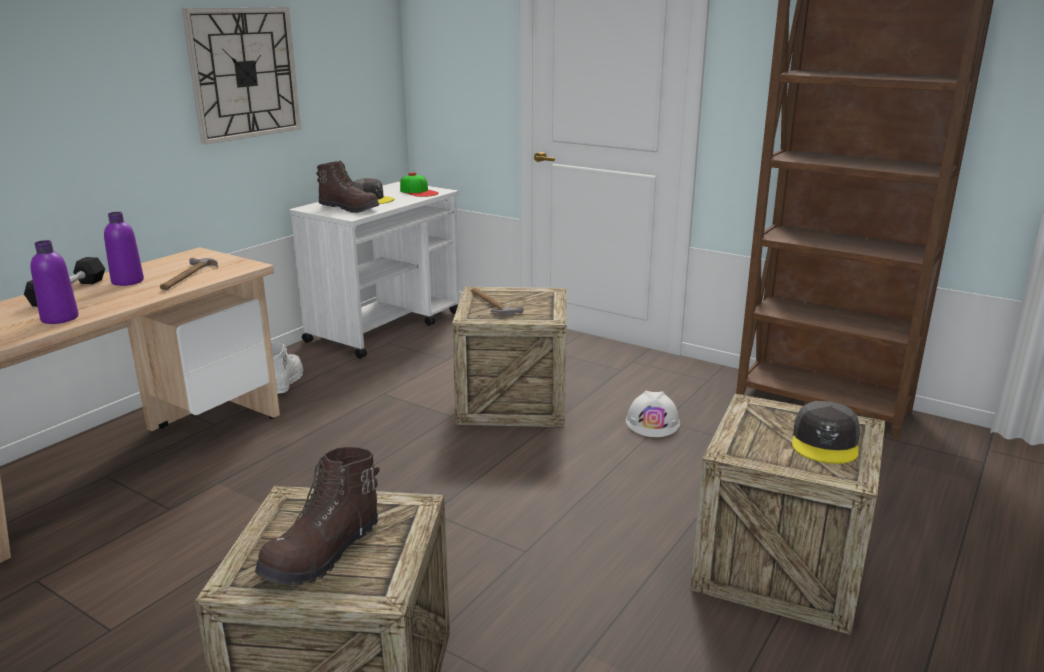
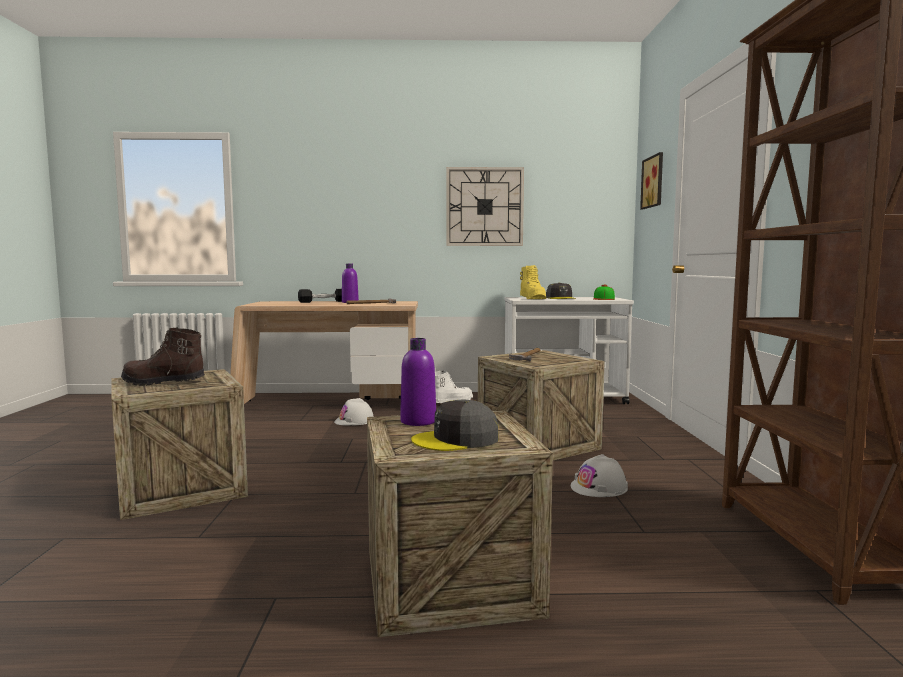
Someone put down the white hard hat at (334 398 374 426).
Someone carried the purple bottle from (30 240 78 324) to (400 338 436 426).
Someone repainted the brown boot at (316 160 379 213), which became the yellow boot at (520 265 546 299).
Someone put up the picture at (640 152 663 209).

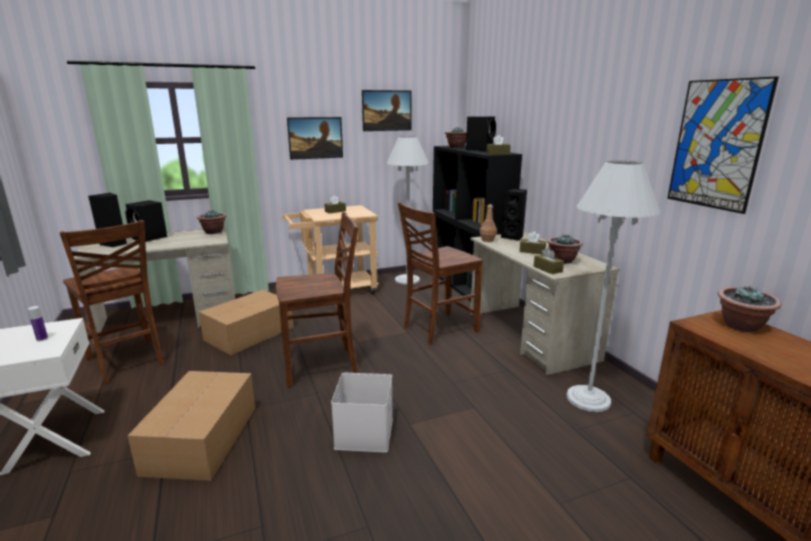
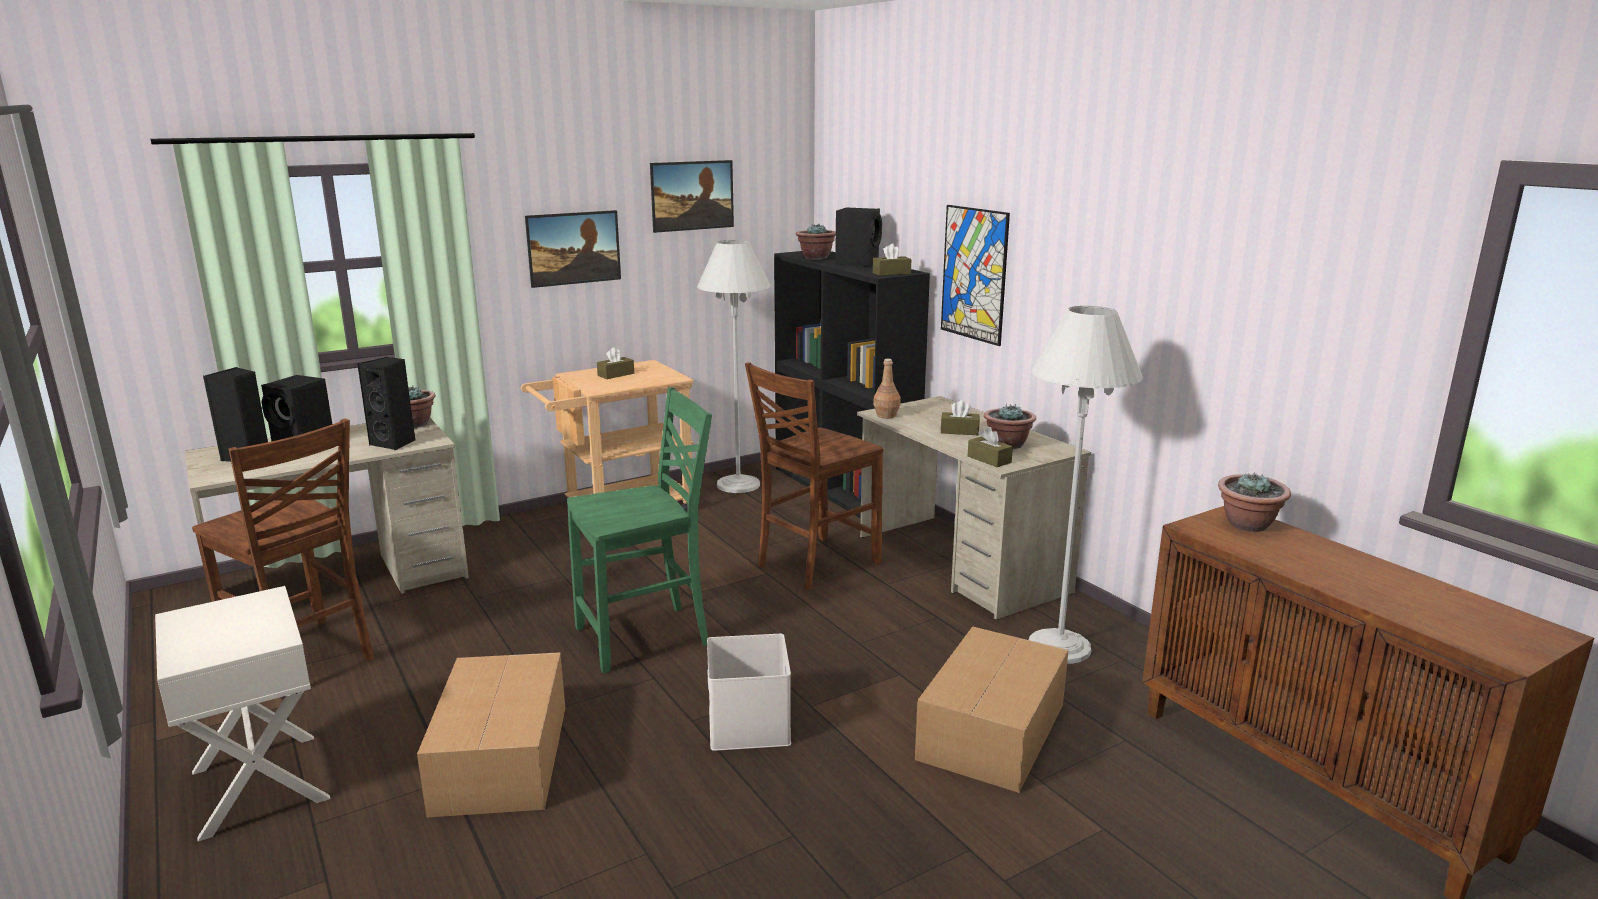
Someone carried the black speaker from (501 189 527 241) to (357 357 416 450).
Someone repainted the brown chair at (276 212 358 387), which became the green chair at (567 387 712 674).
Someone carried the cardboard box from (199 290 294 355) to (915 626 1069 793).
Someone carried the picture from (667 76 779 214) to (941 205 1010 346).
Someone took away the bottle at (28 306 48 341).

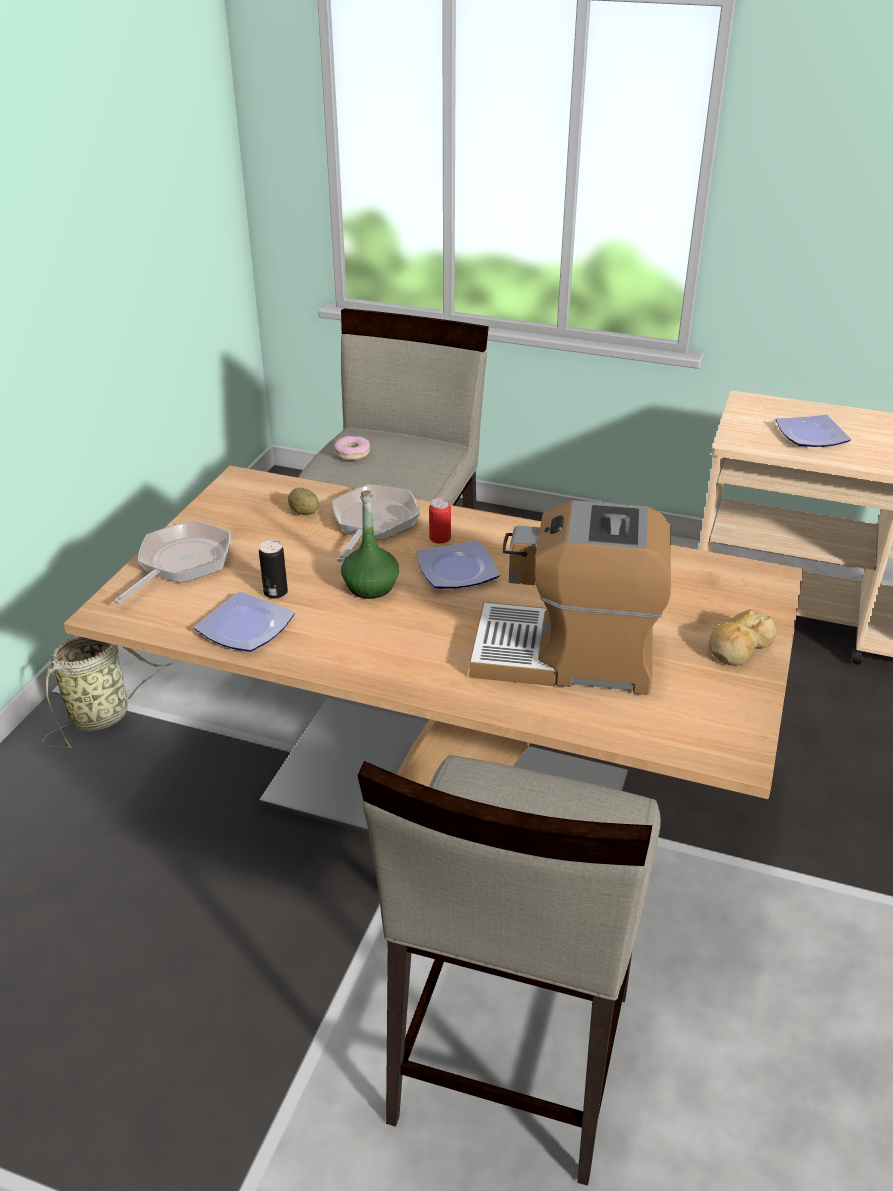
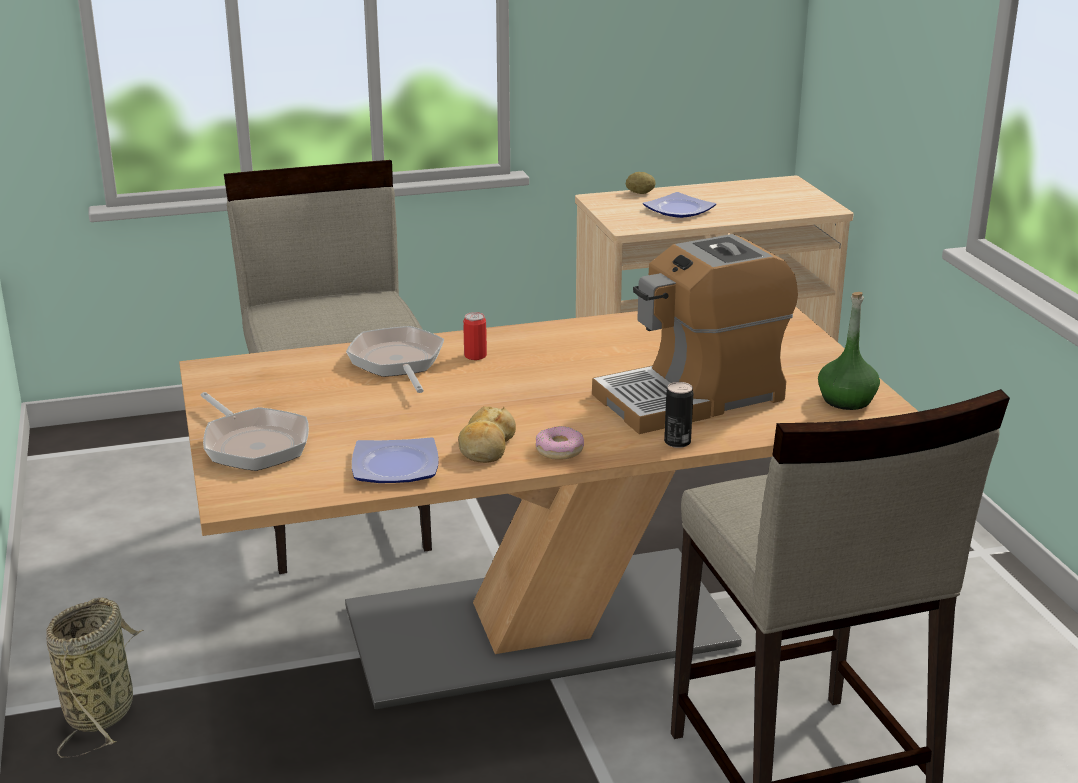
Someone rotated the frying pan at (114 521 231 604) by 150 degrees clockwise.
Someone carried the bread from (708 609 776 666) to (458 406 516 463).
Someone carried the donut from (334 436 370 460) to (535 426 584 460).
Someone carried the potato from (288 488 319 515) to (626 172 656 194).
Someone carried the can from (259 540 288 599) to (664 382 693 448).
Someone carried the green bottle from (341 490 399 599) to (818 292 880 410).
Someone took away the plate at (417 540 500 589).

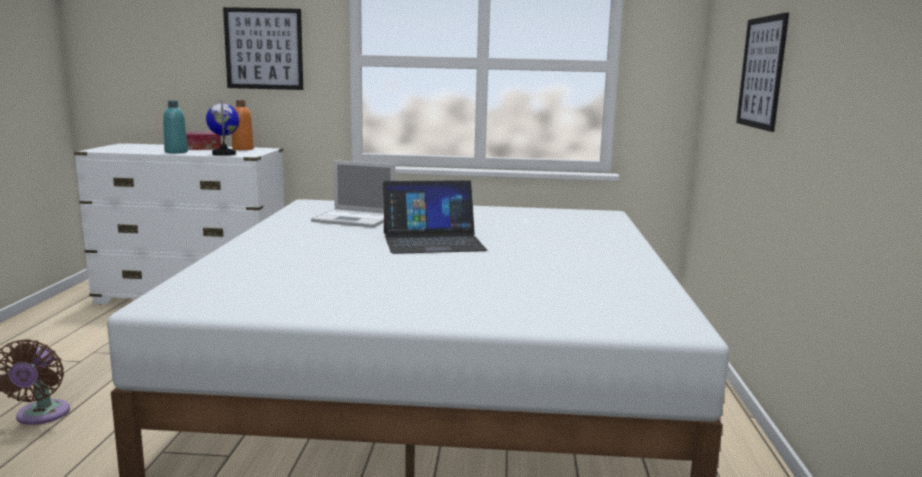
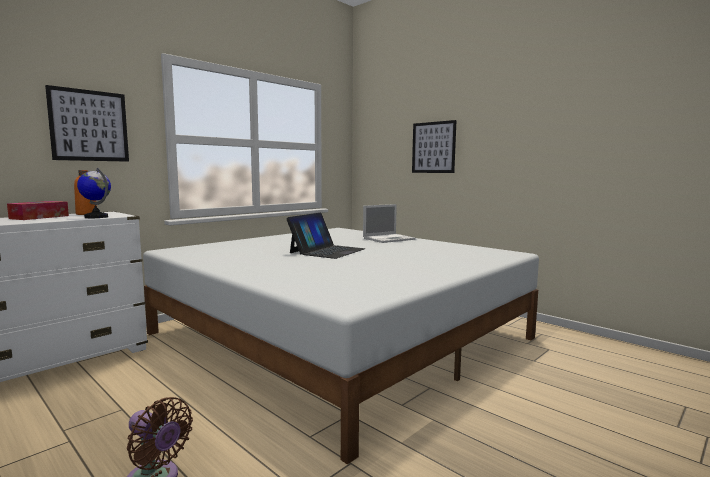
Someone carried the laptop from (311 160 395 228) to (363 204 416 243).
Someone took away the turquoise bottle at (163 101 188 153).

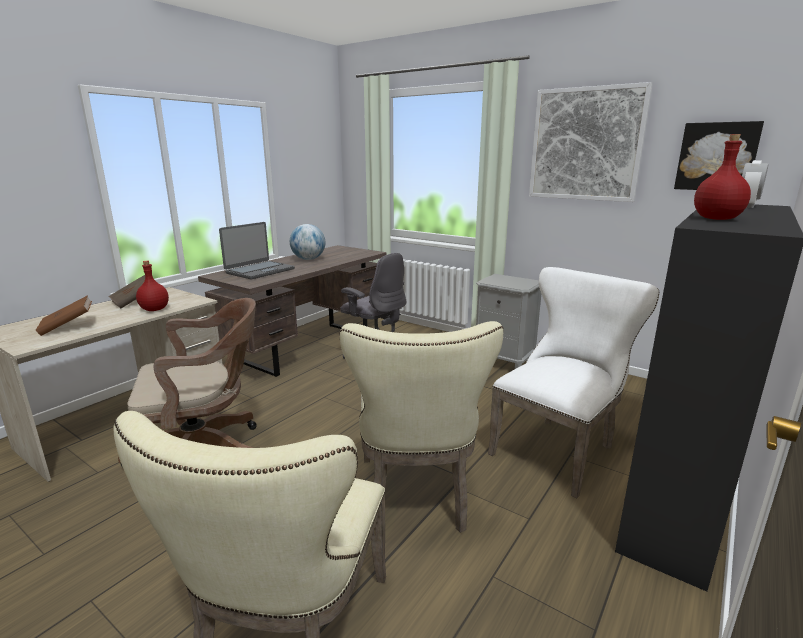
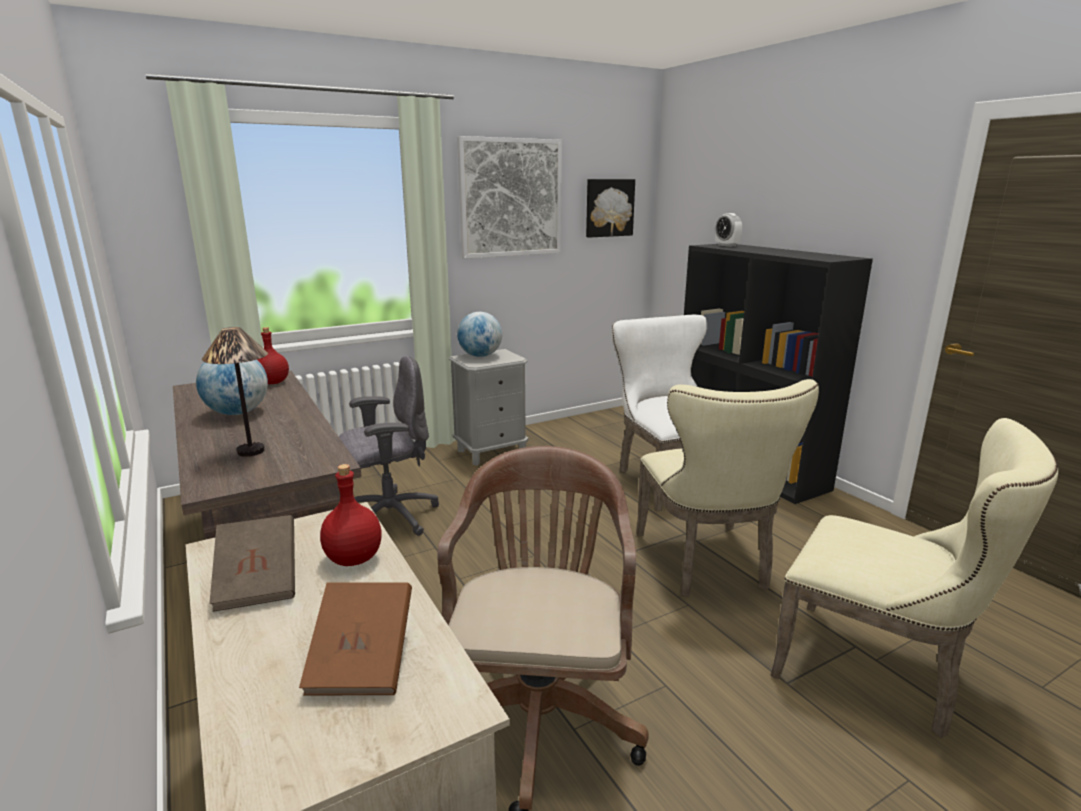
Someone swapped the laptop at (219 222 295 279) for the table lamp at (202 327 268 457).
Someone carried the red bottle from (694 134 751 220) to (257 327 289 384).
Someone put down the globe at (457 312 502 357).
Someone rotated the beige chair at (339 321 504 533) by 60 degrees clockwise.

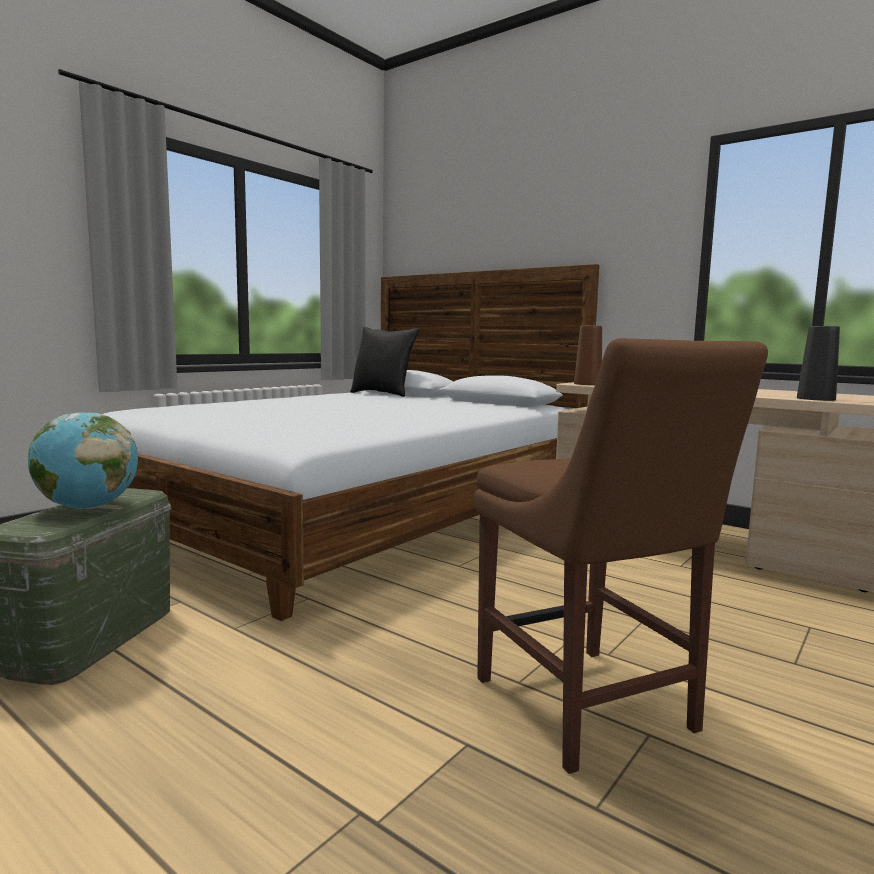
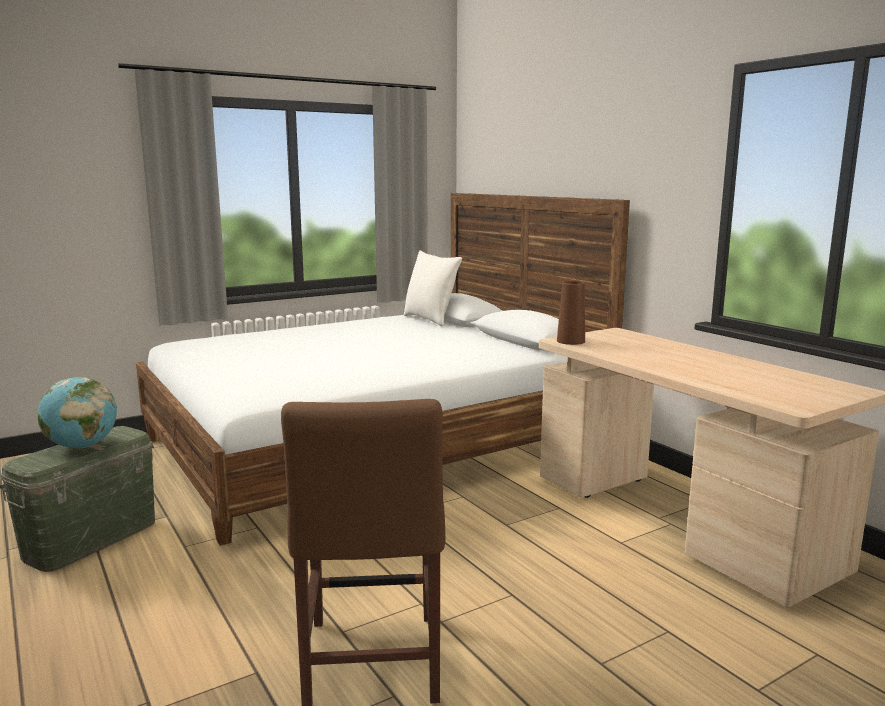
Someone repainted the black pillow at (350 327 420 397), which became the white pillow at (404 250 462 327).
Someone took away the black vase at (797 326 840 401).

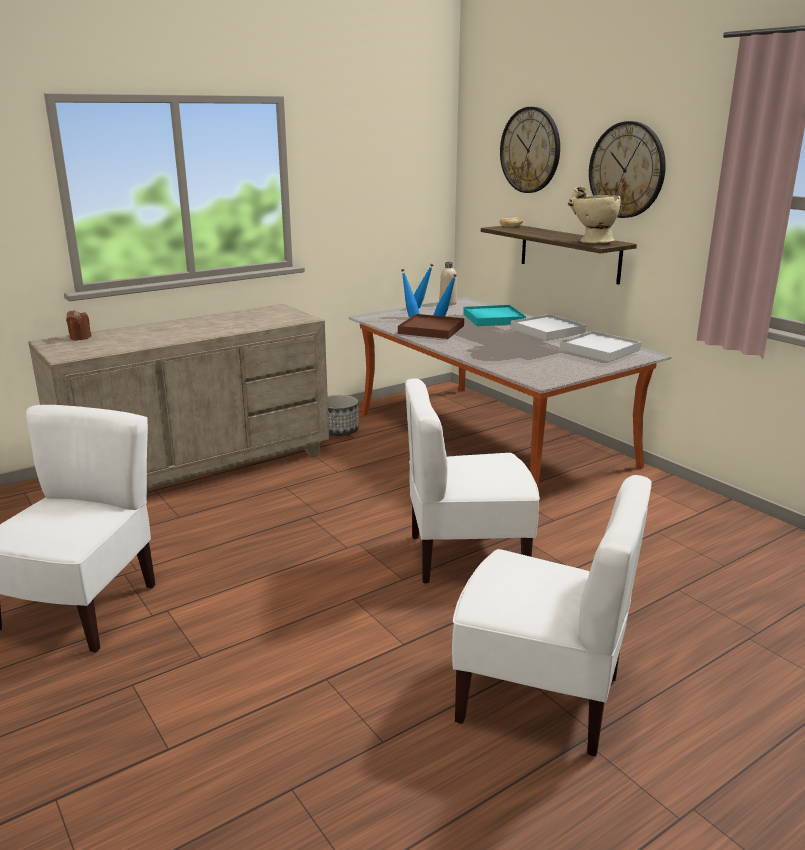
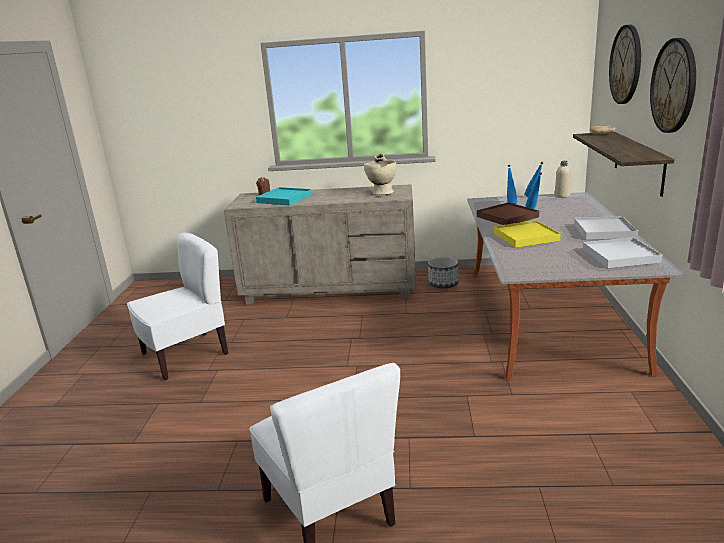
Someone carried the turquoise tray from (463 305 526 326) to (256 187 312 206).
Someone carried the beige vase from (568 186 621 243) to (364 154 396 195).
Someone put down the yellow tray at (494 220 561 248).
Someone took away the white chair at (405 378 540 584).

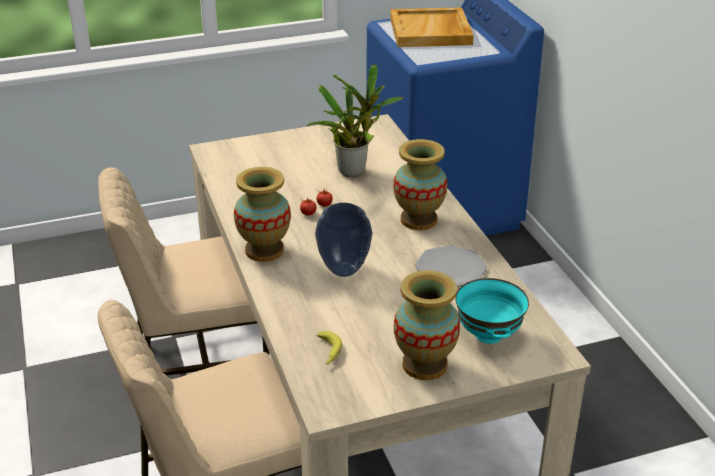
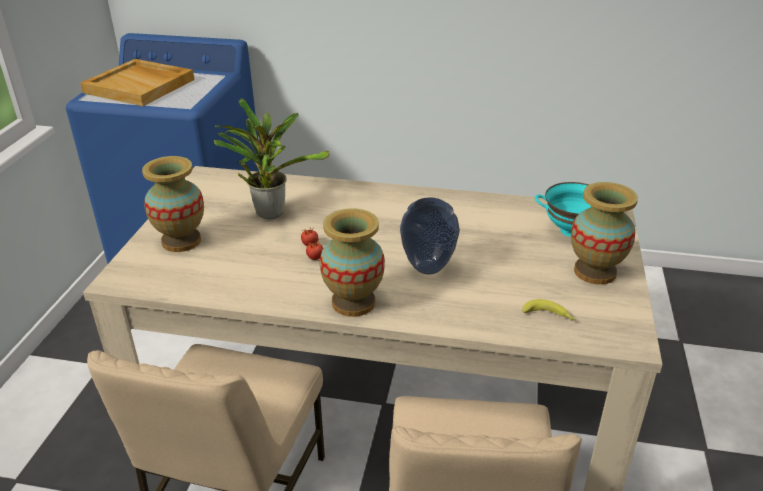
Someone carried the vase from (393 139 448 230) to (142 156 204 252).
Someone took away the plate at (415 245 487 287).

